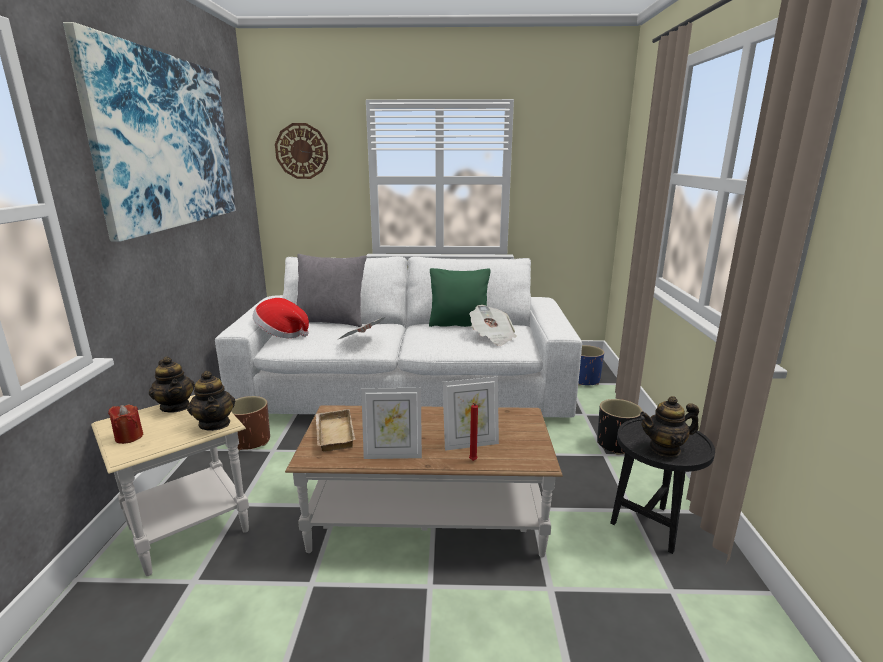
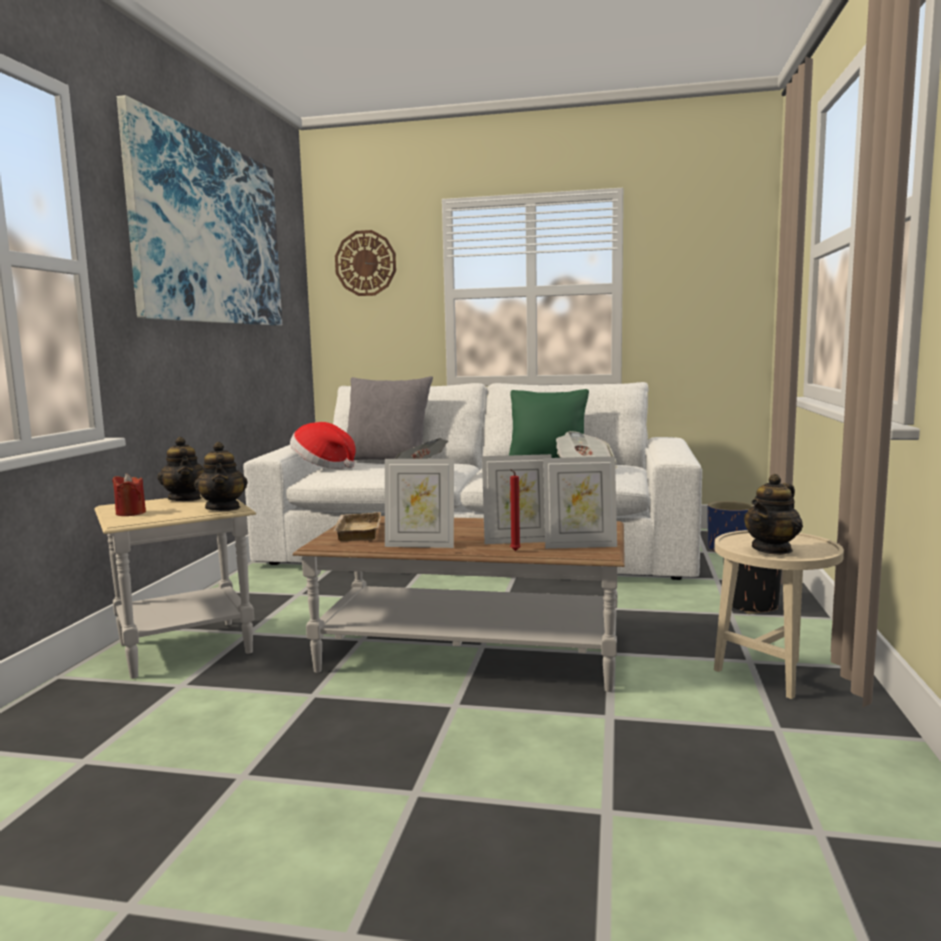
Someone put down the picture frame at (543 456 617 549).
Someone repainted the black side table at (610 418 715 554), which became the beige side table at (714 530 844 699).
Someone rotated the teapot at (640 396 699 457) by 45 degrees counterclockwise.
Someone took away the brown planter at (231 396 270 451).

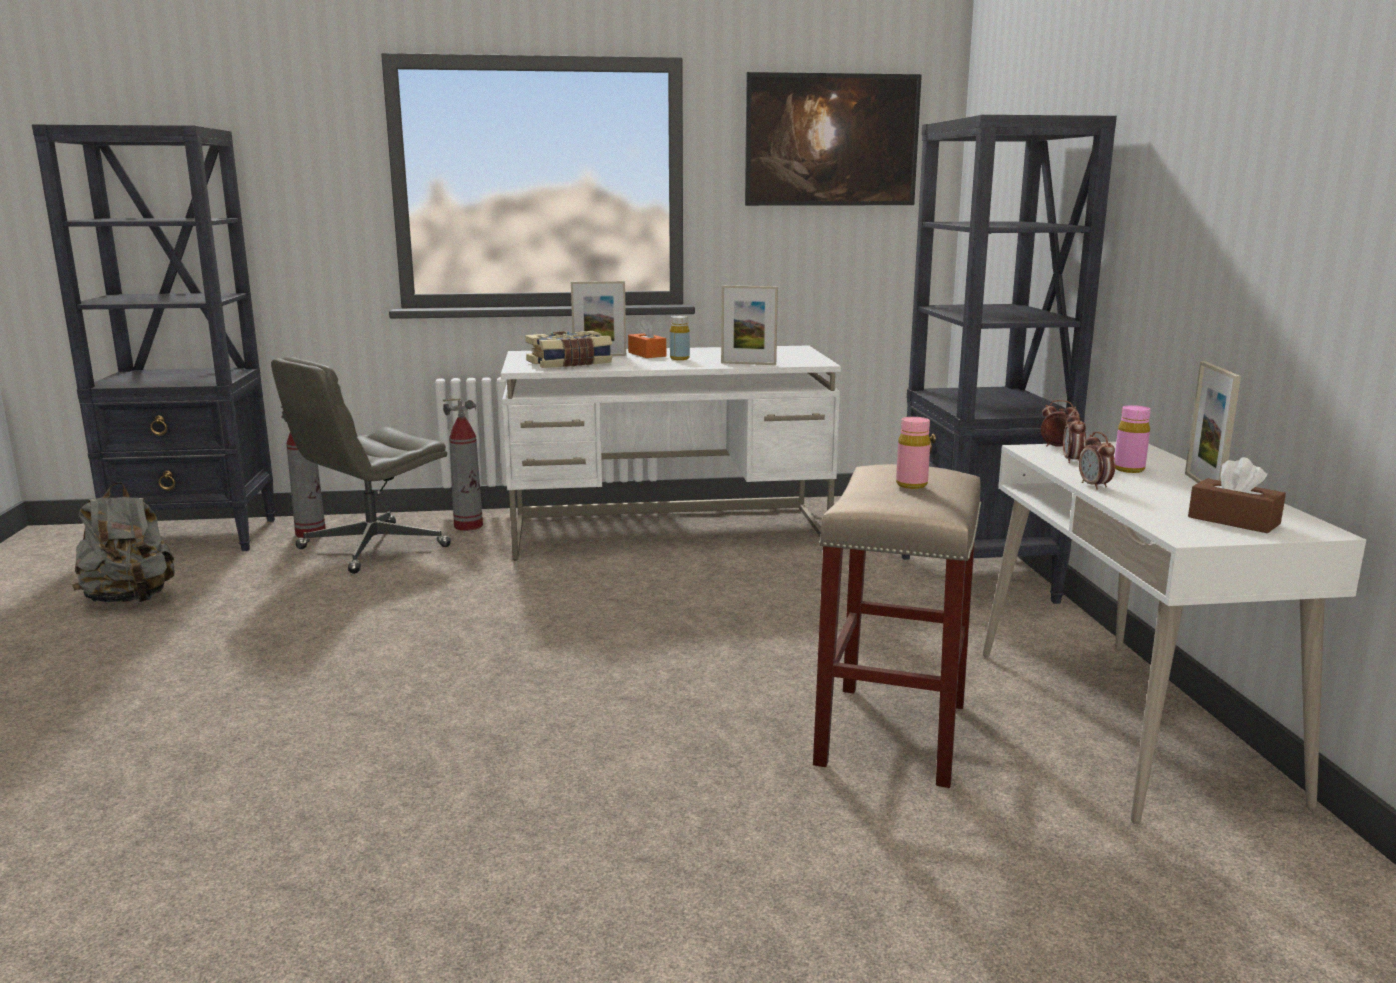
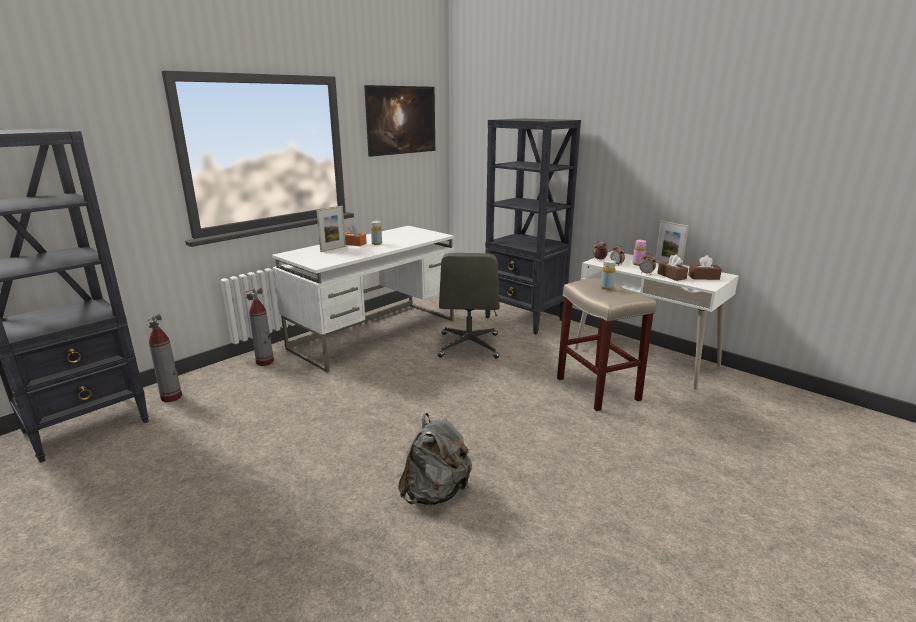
Someone carried the grey backpack from (72 482 175 602) to (398 413 472 505).
Someone carried the grey office chair from (271 357 451 574) to (438 253 500 359).
Someone repainted the pink bottle at (896 417 930 489), which became the yellow bottle at (601 260 616 290).
Someone put down the brown tissue box at (657 254 688 281).
Someone took away the book at (525 331 612 368).
Someone took away the picture frame at (721 285 778 365).

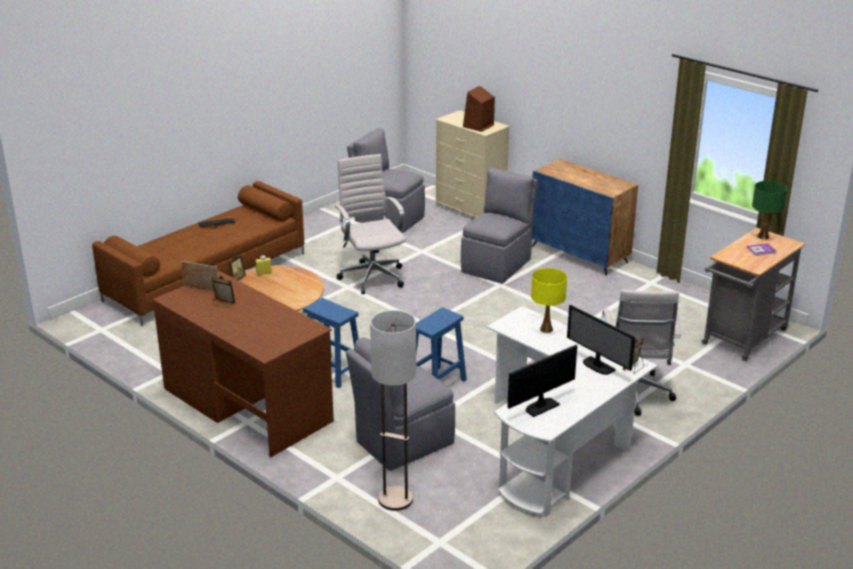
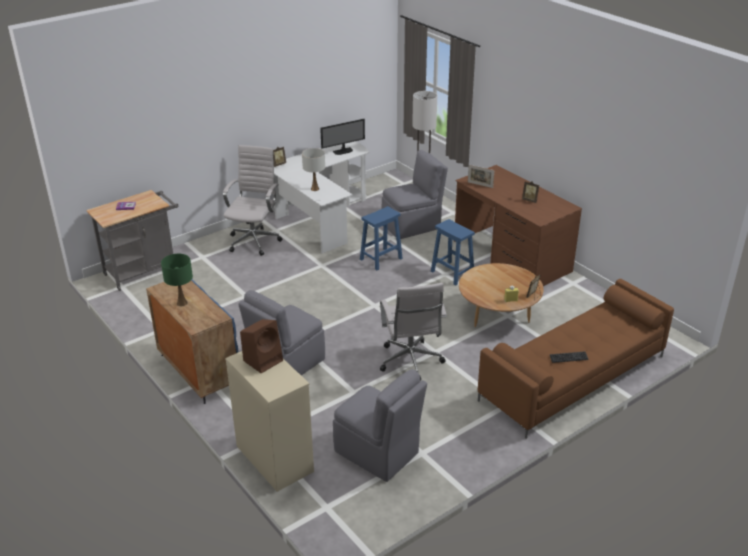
Someone carried the green table lamp from (752 181 787 239) to (161 254 193 306).
Someone repainted the yellow table lamp at (531 268 567 333), which became the white table lamp at (302 148 325 191).
Someone carried the picture frame from (181 261 218 291) to (468 165 494 188).
Someone took away the monitor at (567 305 635 375).

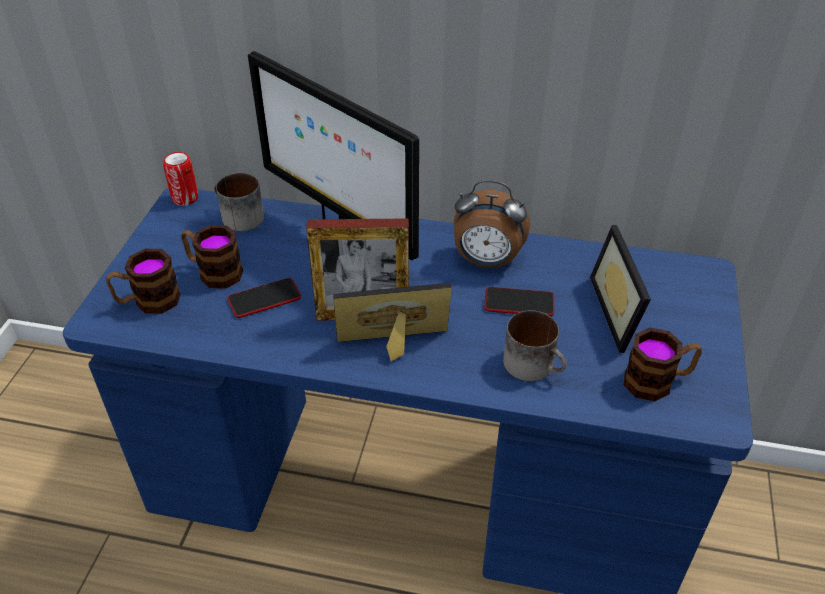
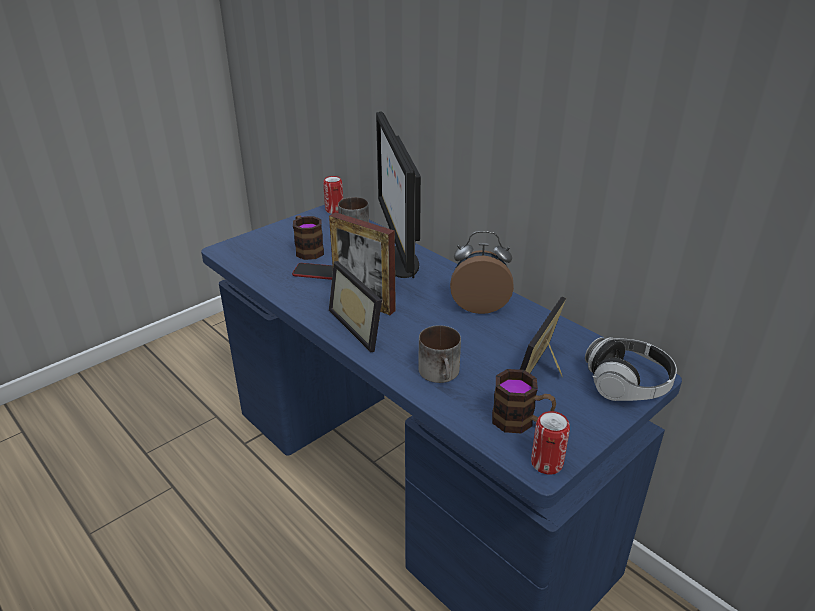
Someone rotated the picture frame at (333 283 452 361) by 150 degrees counterclockwise.
Someone rotated the alarm clock at (454 180 530 268) by 135 degrees clockwise.
Someone put down the can at (531 411 570 475).
Someone put down the headphones at (585 337 677 401).
Someone took away the mug at (106 249 181 314).
Someone took away the phone at (484 287 554 317).

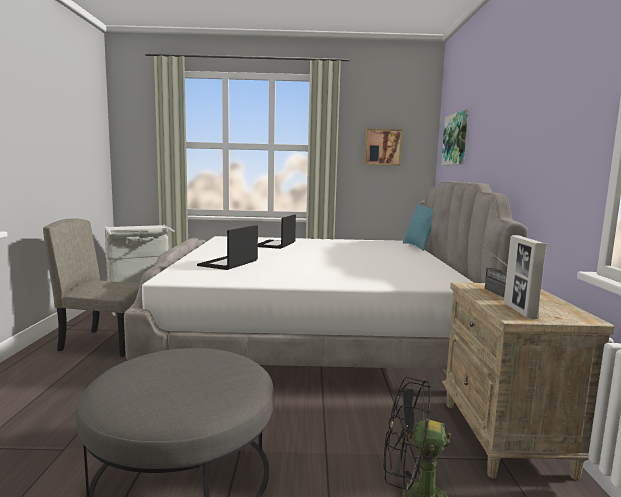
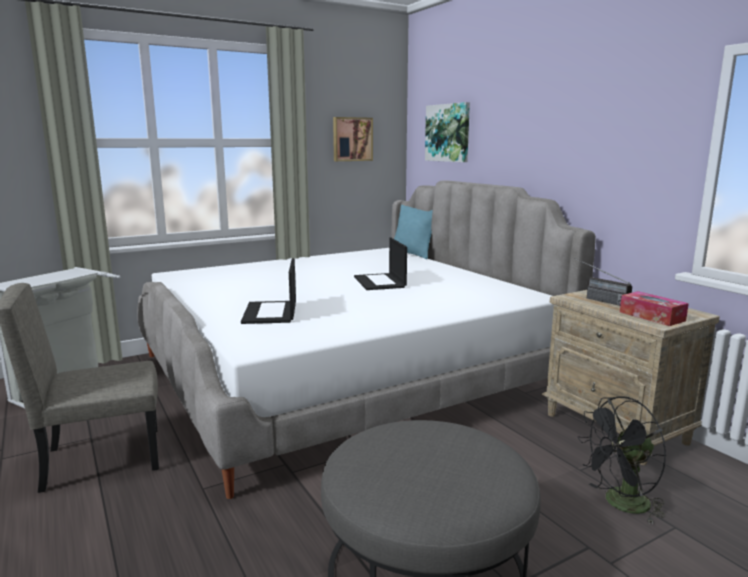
Someone carried the laptop from (258 215 296 249) to (354 238 407 290).
Someone swapped the picture frame at (504 235 547 319) for the tissue box at (620 291 689 326).

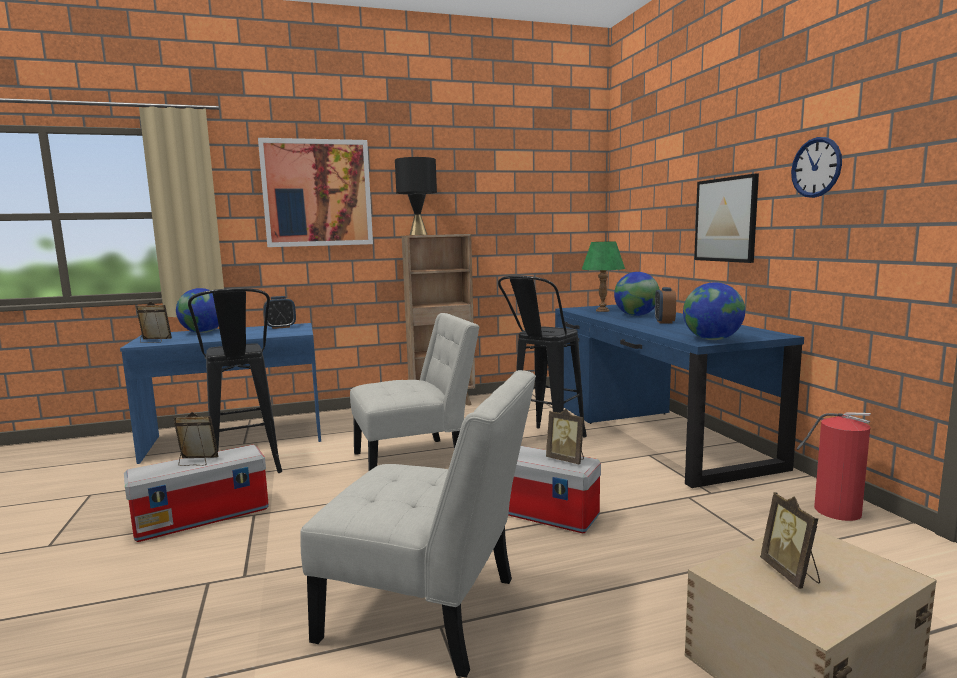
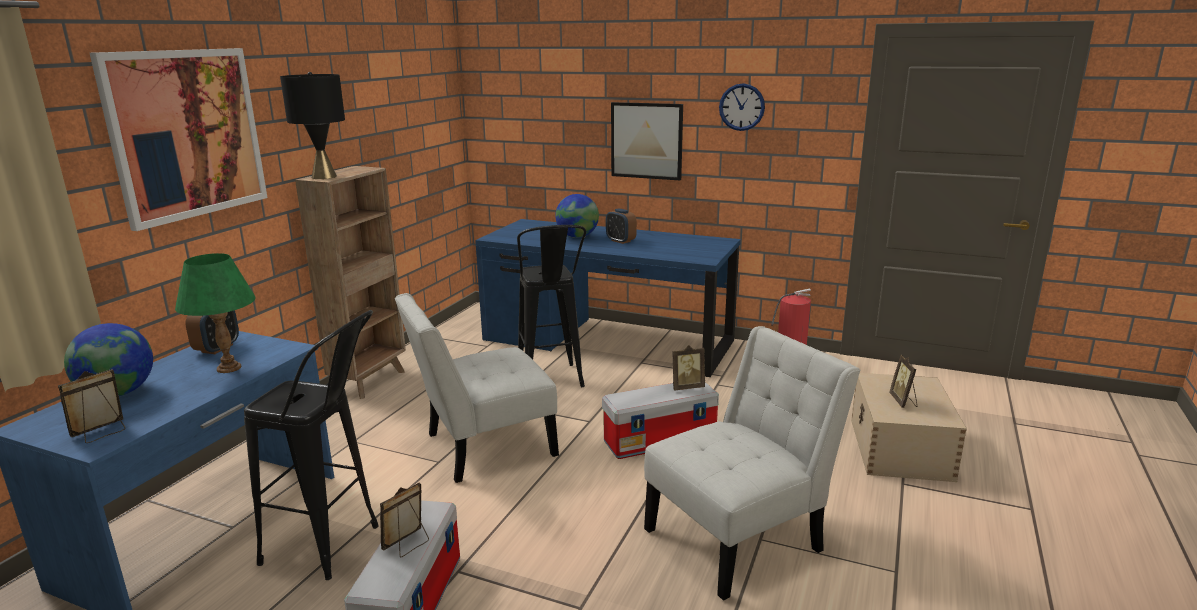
Someone carried the green table lamp from (582 241 625 312) to (175 253 256 373).
Someone rotated the white chair at (350 313 480 471) by 135 degrees counterclockwise.
Someone rotated the picture frame at (760 492 820 589) by 60 degrees clockwise.
Someone took away the globe at (683 282 745 340).

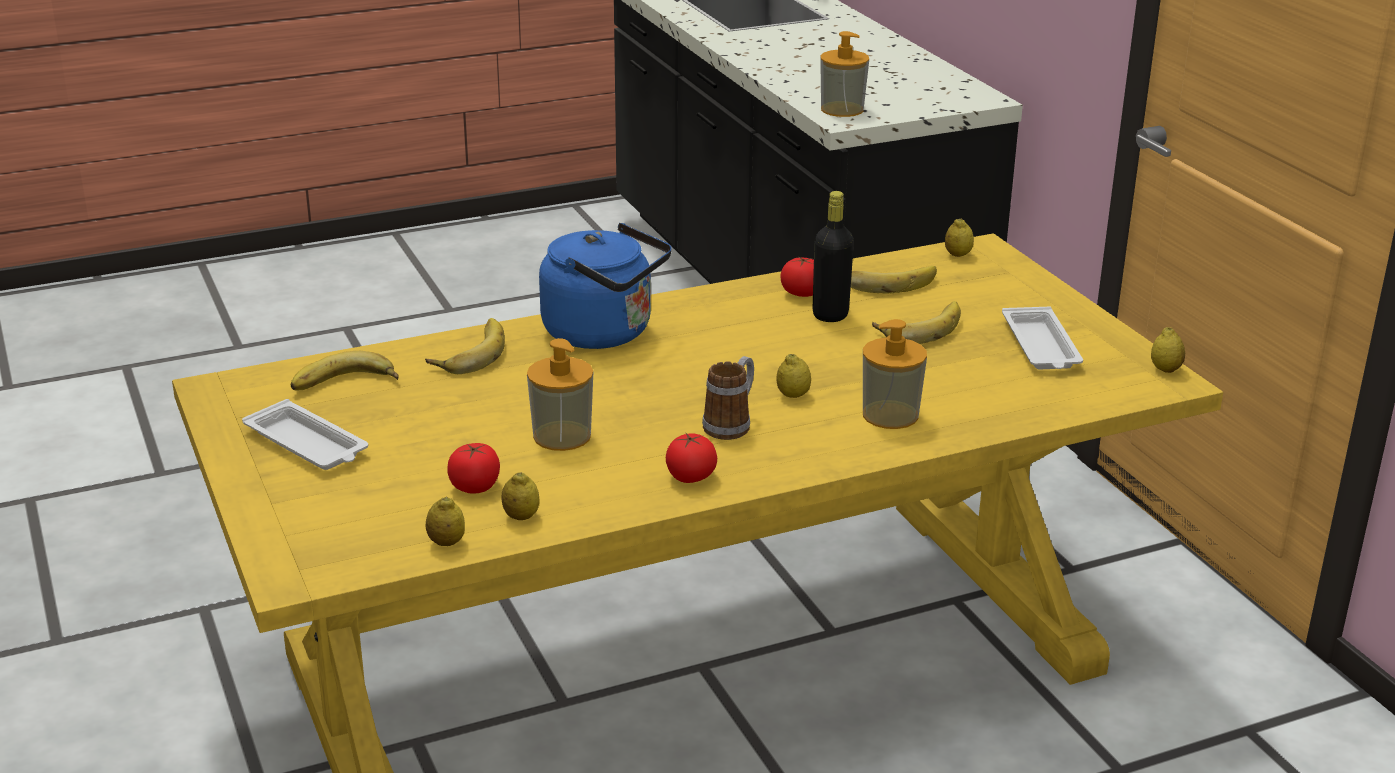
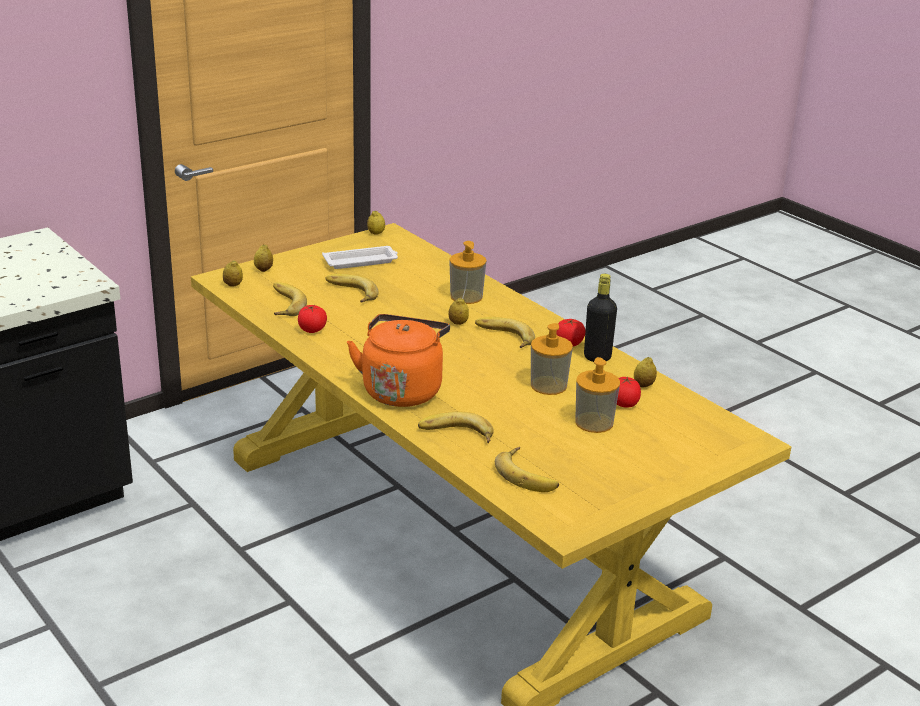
Someone carried the lemon from (426 496 465 546) to (254 244 273 272).
Someone repainted the blue kettle at (539 223 672 349), which became the orange kettle at (347 314 450 407).
Someone swapped the mug at (702 356 754 440) for the banana at (475 317 535 348).
Someone carried the soap dispenser from (820 31 869 117) to (575 357 620 433).
Someone carried the black bottle from (813 191 854 322) to (584 274 617 362).
Someone took away the white tray at (242 399 368 470).

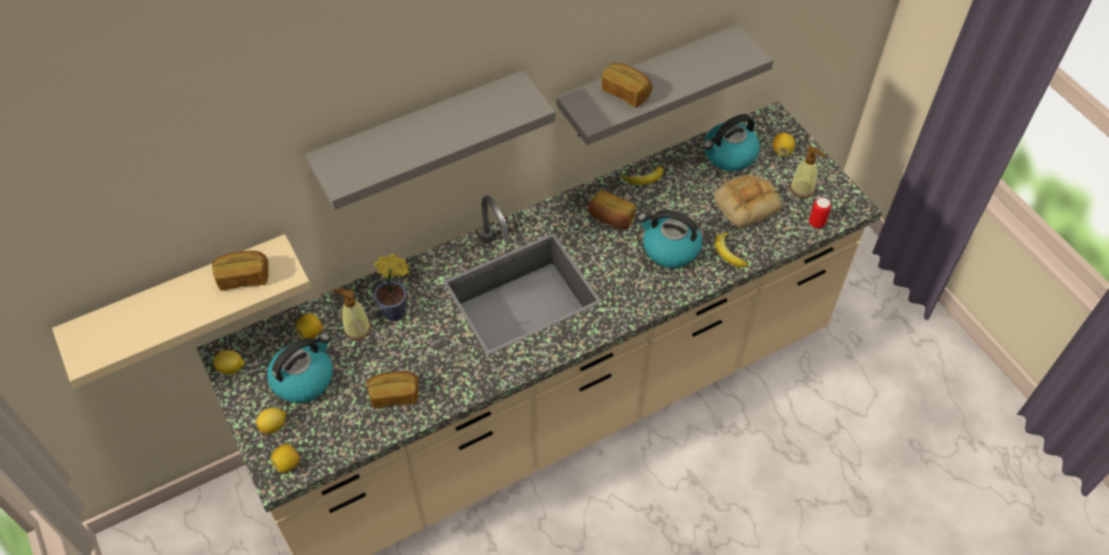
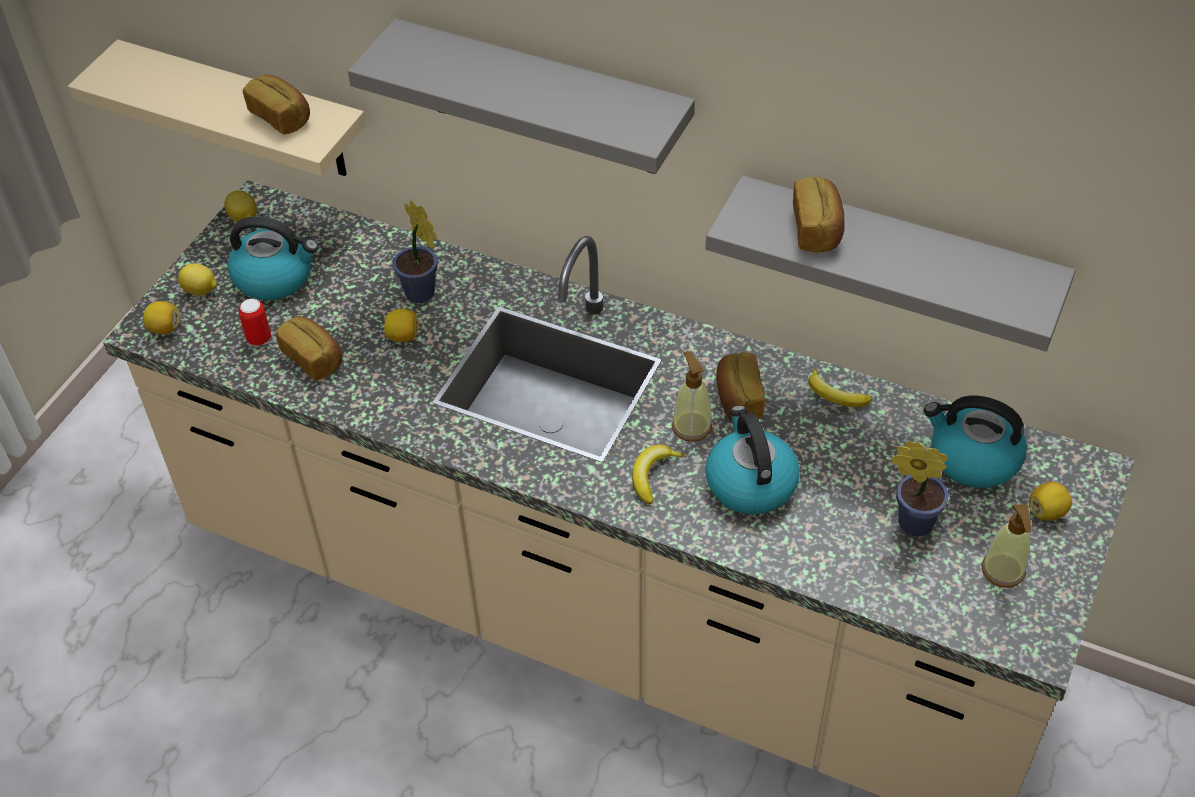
Someone carried the can from (809 198 831 228) to (238 299 271 346).
Someone carried the lemon from (295 313 322 339) to (384 309 419 342).
Someone carried the banana from (715 232 748 267) to (632 444 685 504).
Someone carried the soap dispenser from (333 289 371 340) to (672 351 712 442).
Someone swapped the bread at (714 175 782 228) for the potted plant at (891 441 949 537).

